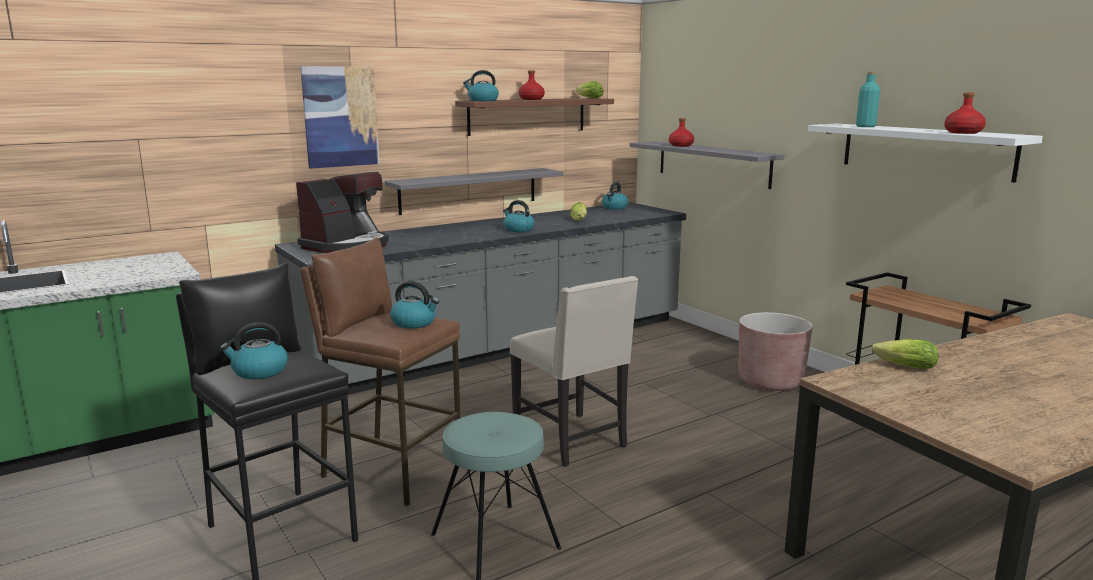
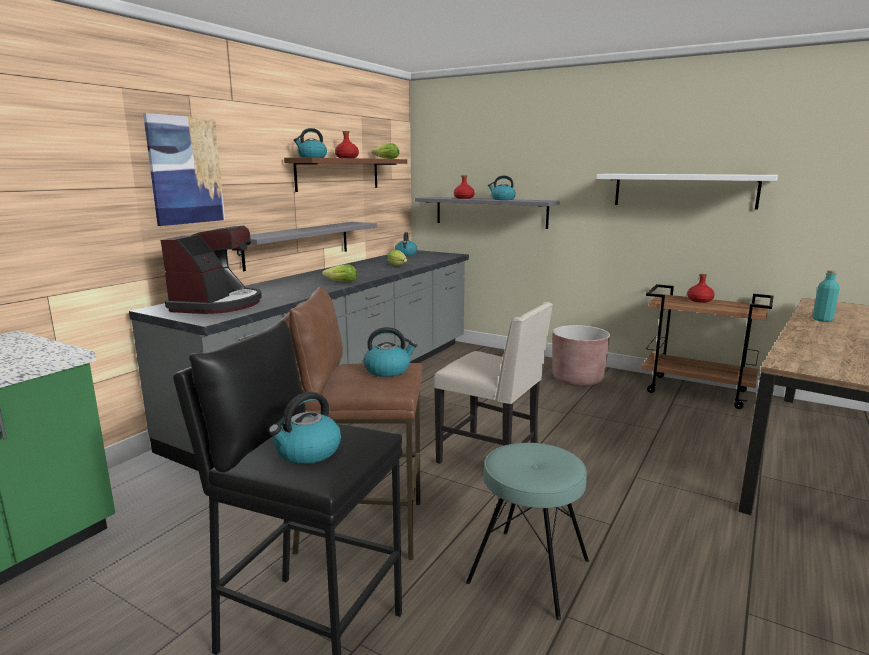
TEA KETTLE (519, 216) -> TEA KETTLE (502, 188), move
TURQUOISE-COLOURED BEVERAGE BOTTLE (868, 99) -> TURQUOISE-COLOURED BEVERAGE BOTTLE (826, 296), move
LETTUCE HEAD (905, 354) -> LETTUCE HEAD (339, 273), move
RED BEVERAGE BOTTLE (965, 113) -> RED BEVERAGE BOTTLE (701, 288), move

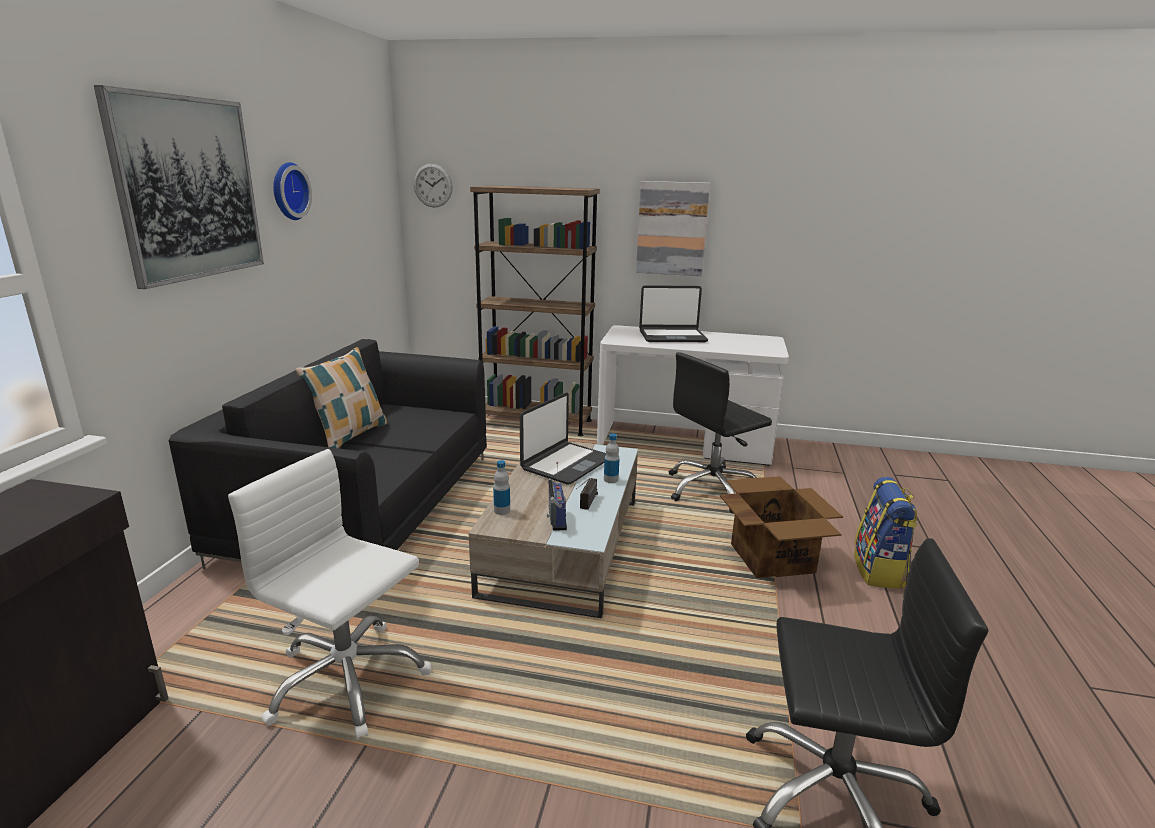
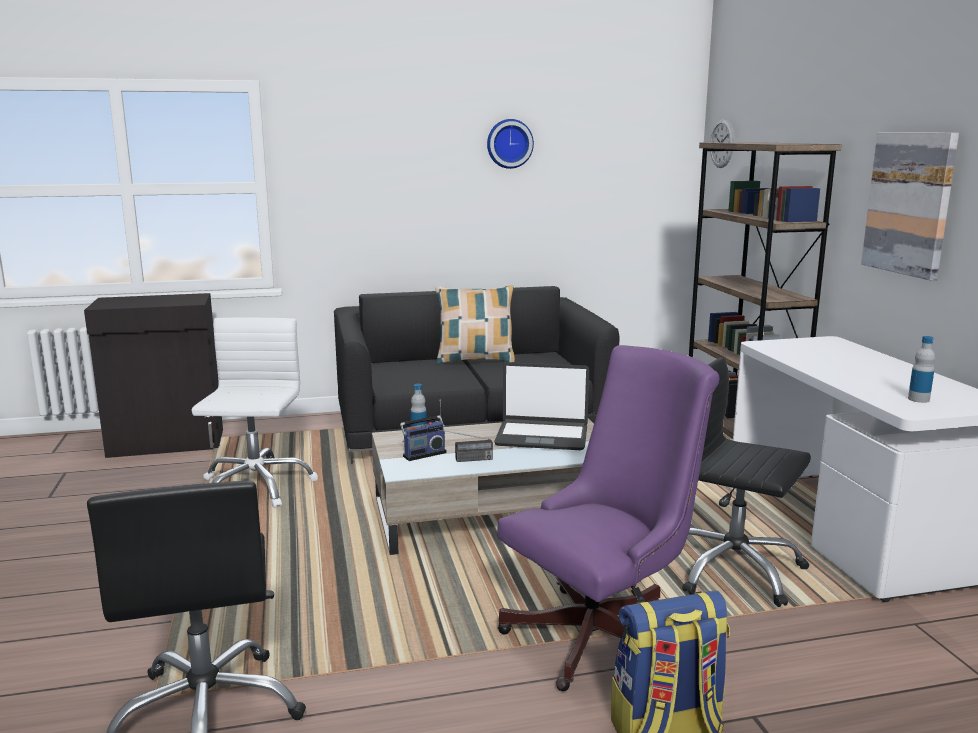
PICTURE (179, 187) -> none
PORTABLE COMPUTER (673, 313) -> none
BEVERAGE BOTTLE (611, 458) -> BEVERAGE BOTTLE (921, 369), move
PACKING BOX (781, 527) -> PURPLE OFFICE CHAIR (608, 518)

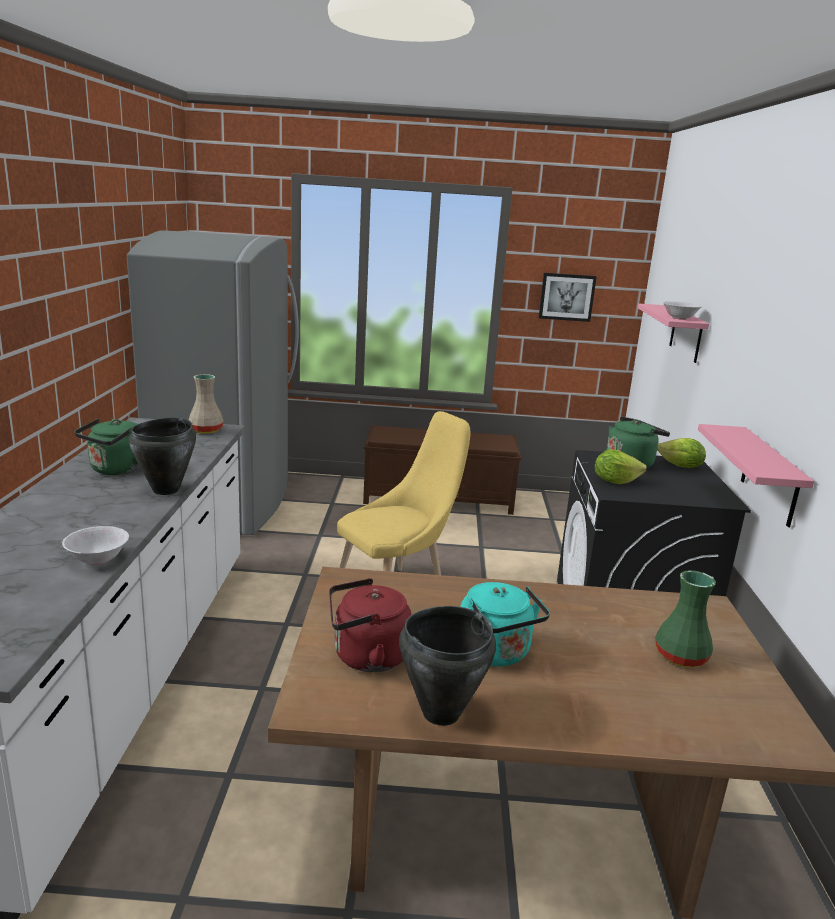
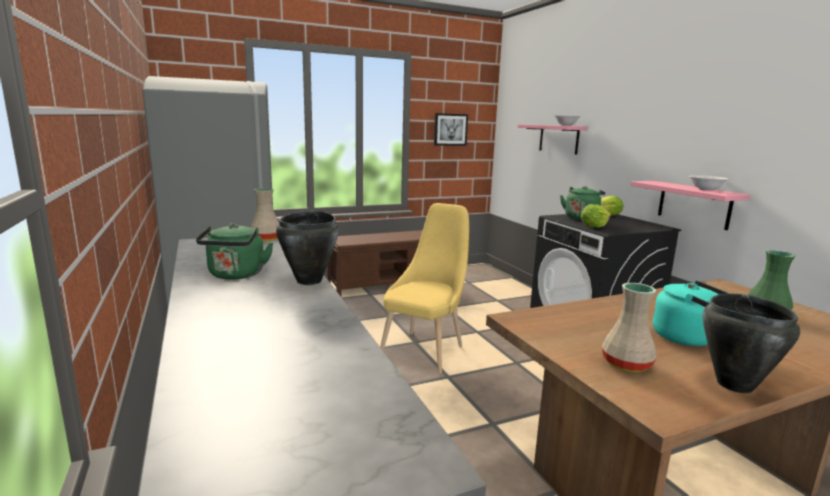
WHITISH SERVING BOWL (95, 545) -> WHITISH SERVING BOWL (708, 183), move
RED TEA KETTLE (370, 625) -> BEIGE-COLOURED FLOWER VASE (629, 327)

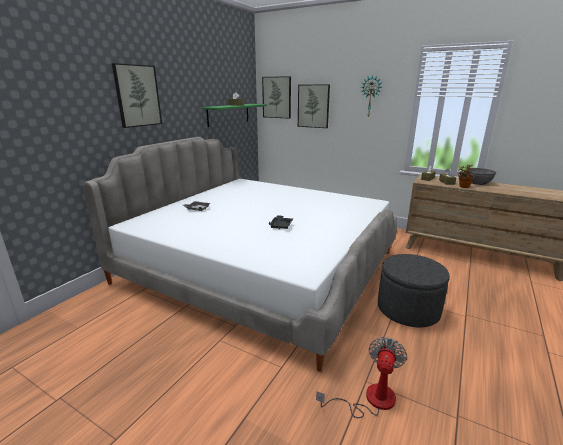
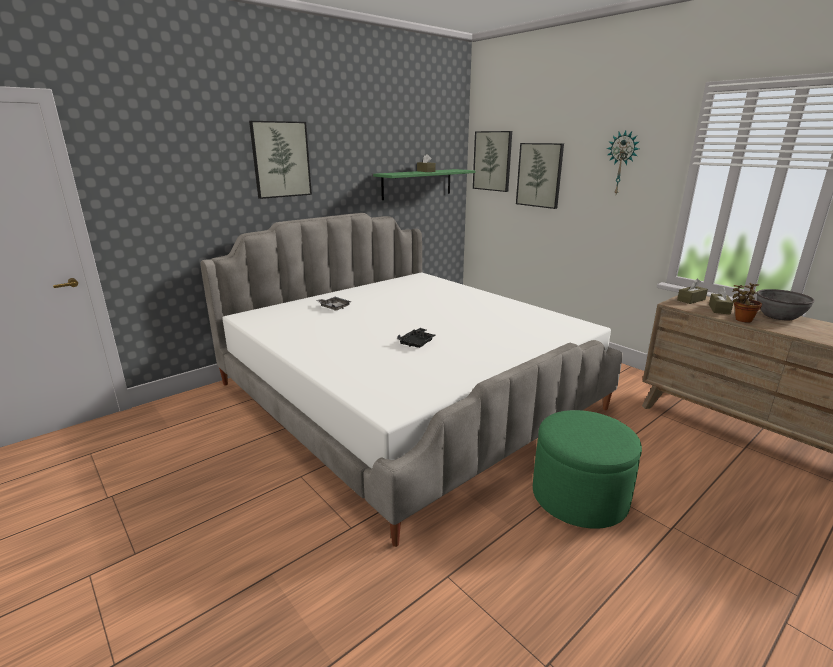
FAN (361, 377) -> none
GREYISH FOOTREST (414, 290) -> GREEN FOOTREST (587, 469)

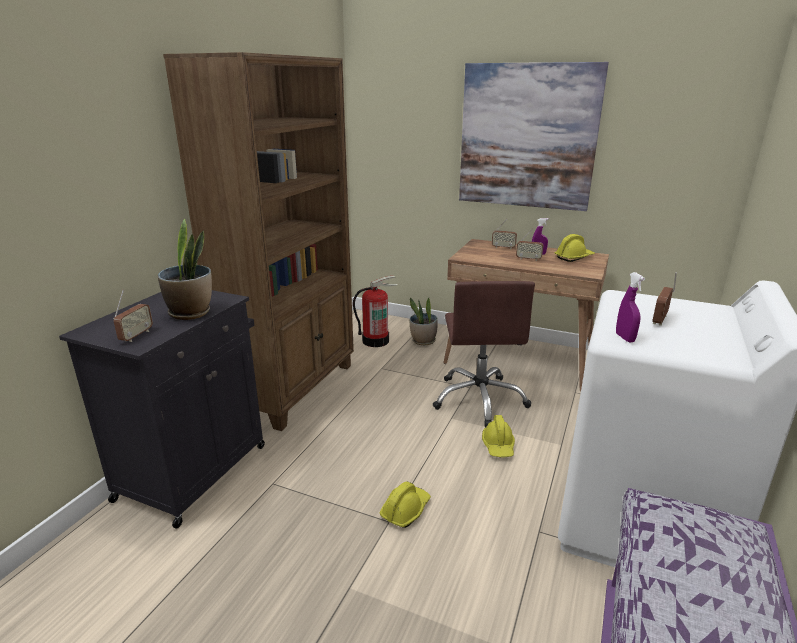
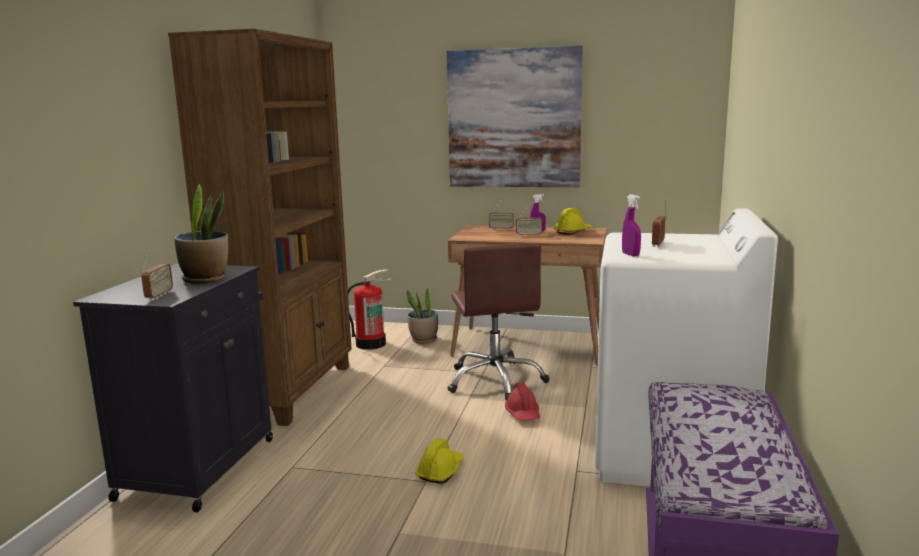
YELLOWISH HARD HAT (498, 436) -> RED HARD HAT (522, 401)

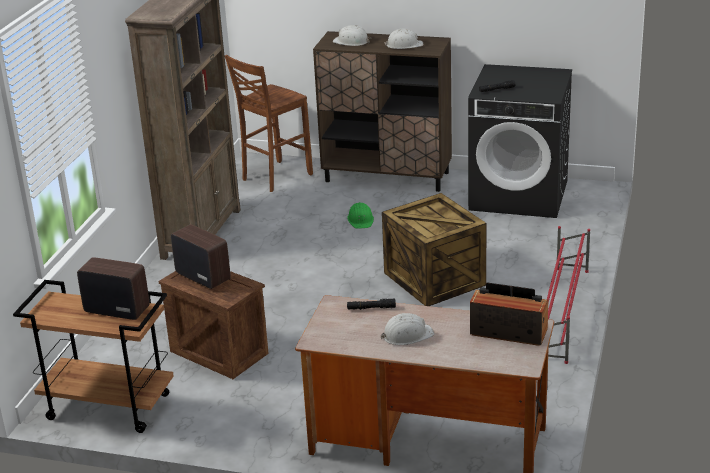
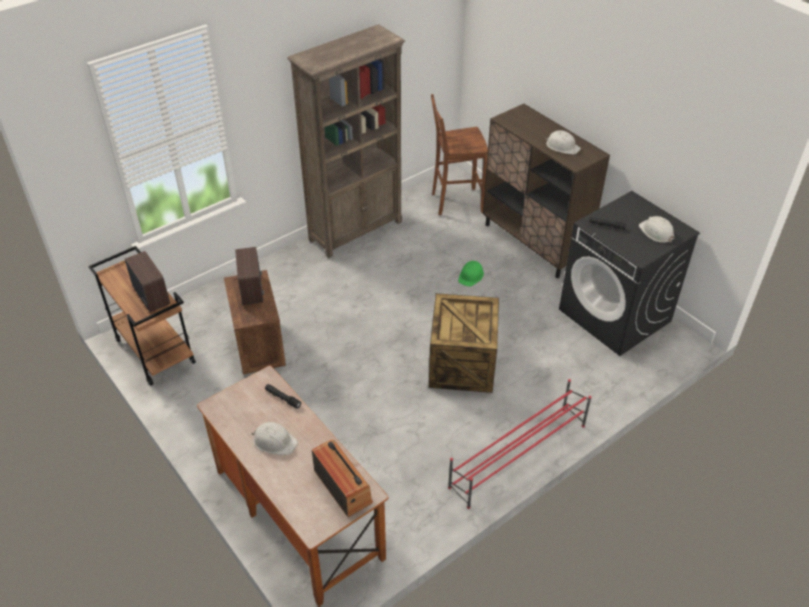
WHITISH HARD HAT (352, 35) -> WHITISH HARD HAT (657, 229), move

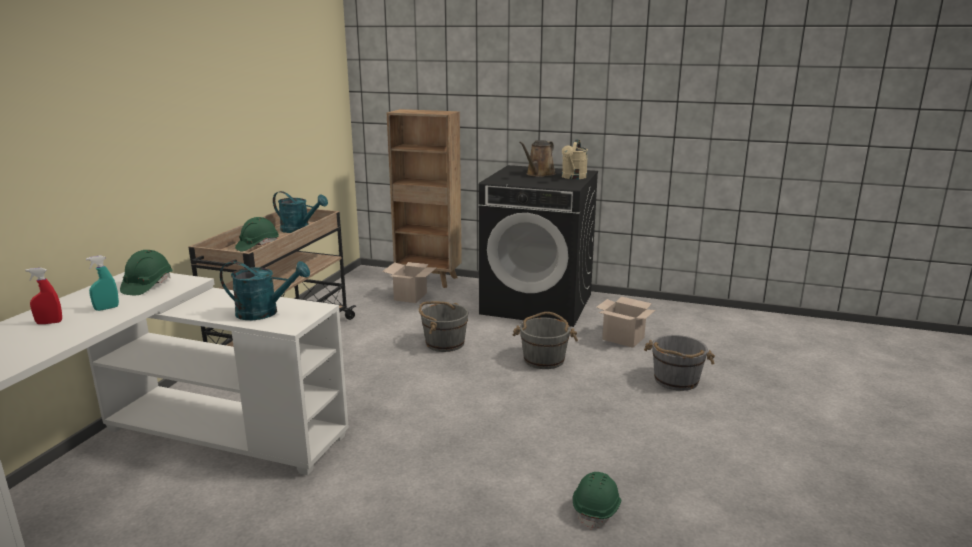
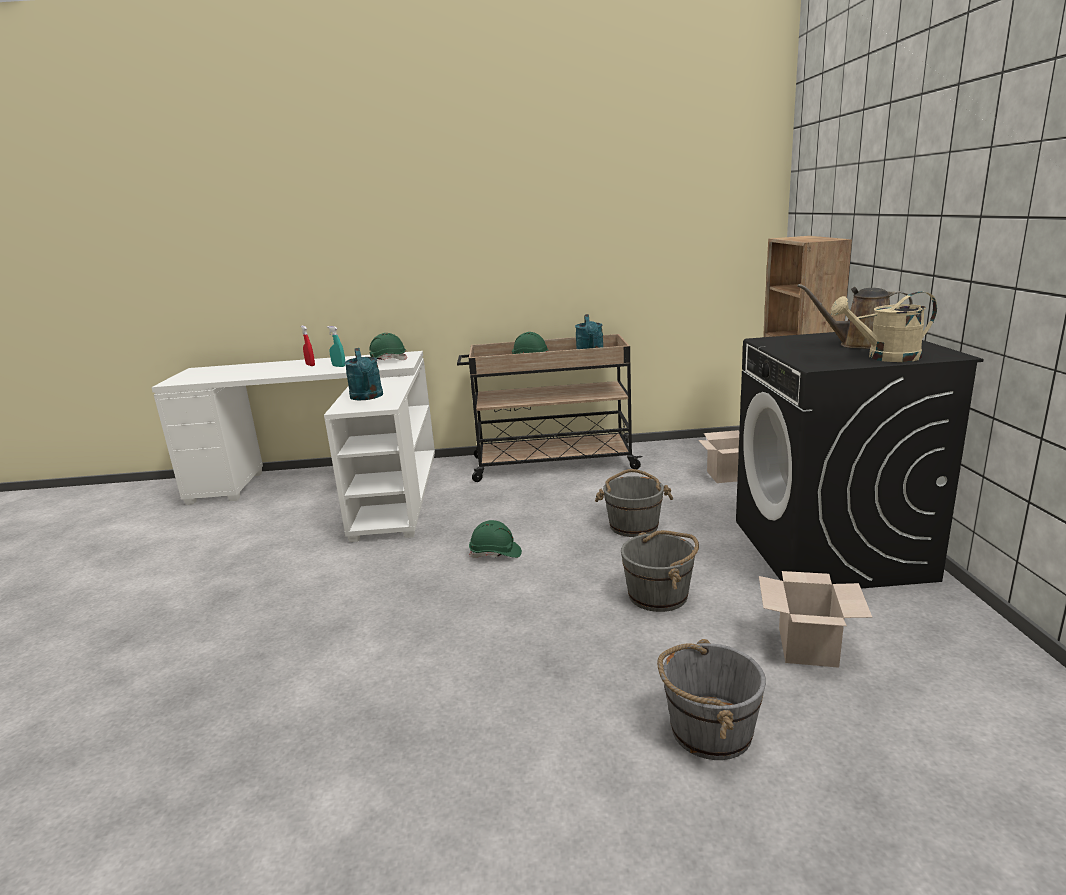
GREEN HARD HAT (597, 501) -> GREEN HARD HAT (495, 539), move

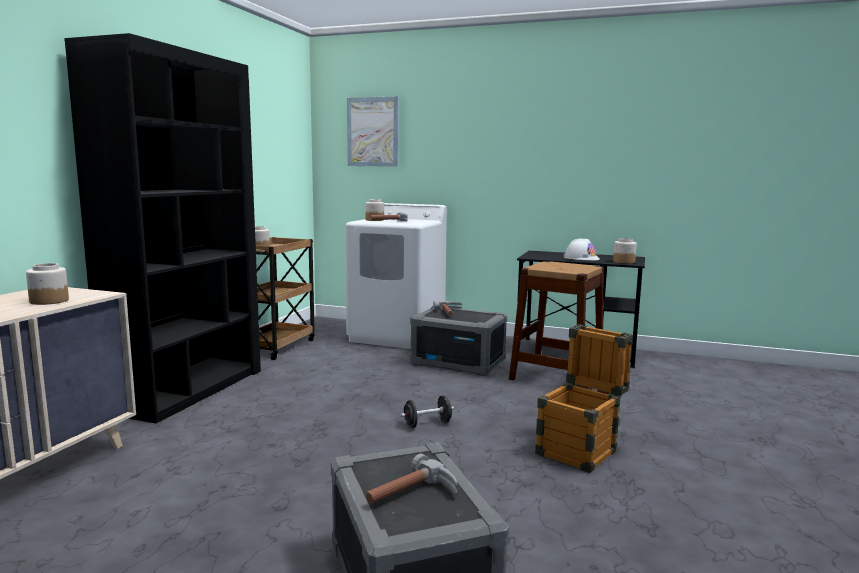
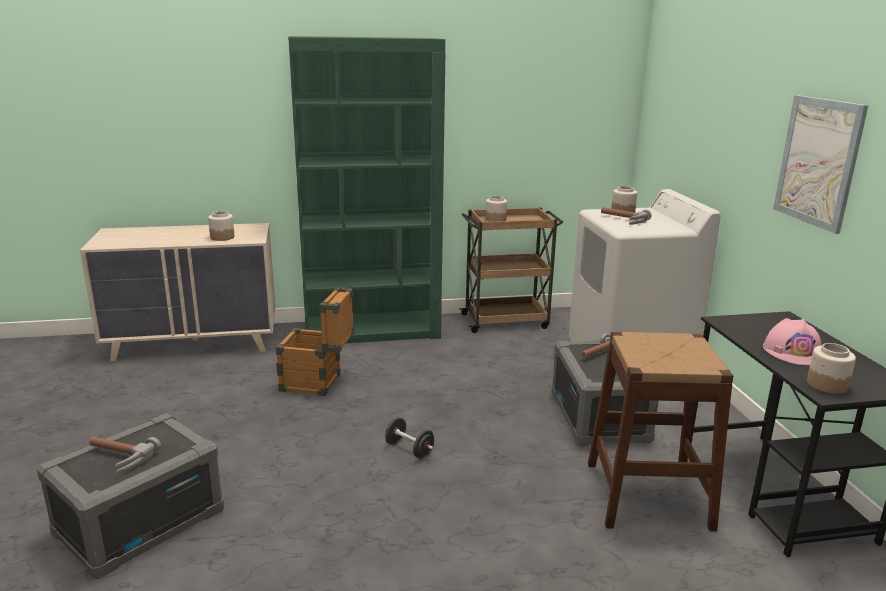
PICTURE (373, 131) -> PICTURE (820, 164), move
PACKING CRATE (584, 398) -> PACKING CRATE (315, 341), move
BLACKISH SHELVING UNIT (162, 228) -> GREEN SHELVING UNIT (366, 189)
WHITISH HARD HAT (582, 249) -> PINK-COLOURED HARD HAT (792, 341)

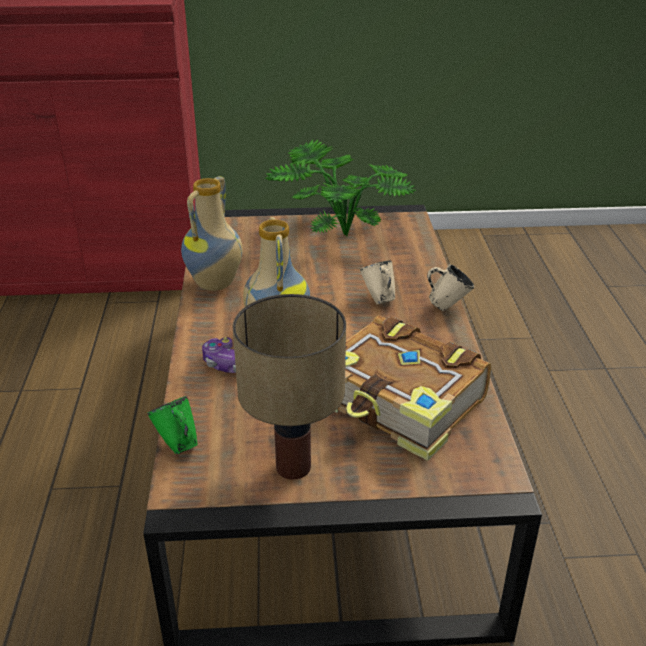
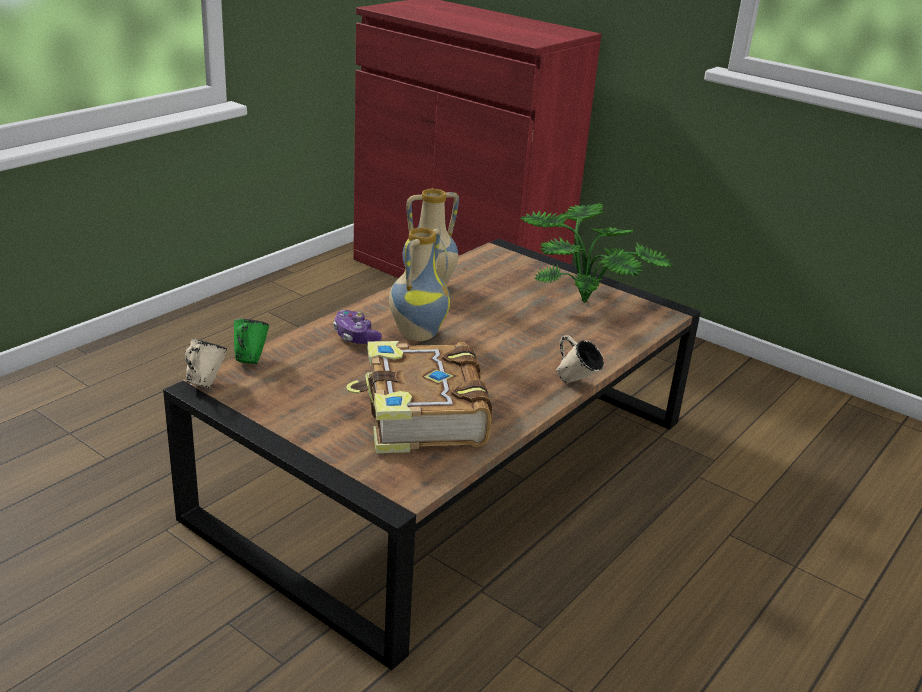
LAMP FOR A TABLE (289, 386) -> none
BEIGE-COLOURED TEA MUG (377, 282) -> BEIGE-COLOURED TEA MUG (206, 363), move

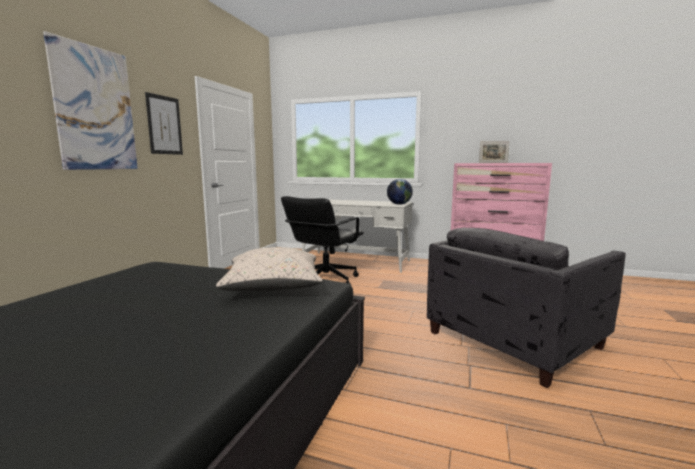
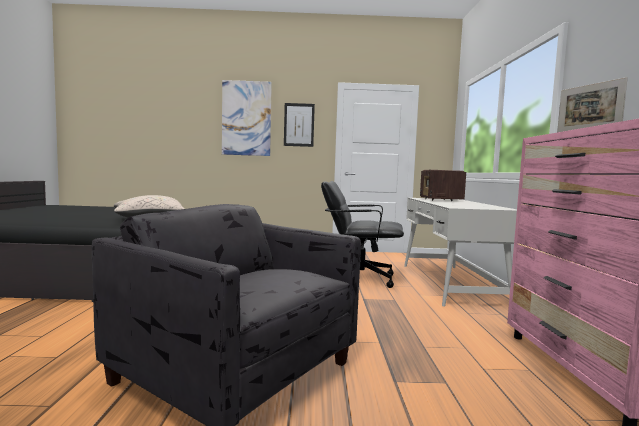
WORLD GLOBE (400, 192) -> none
none -> RADIO RECEIVER (443, 185)

